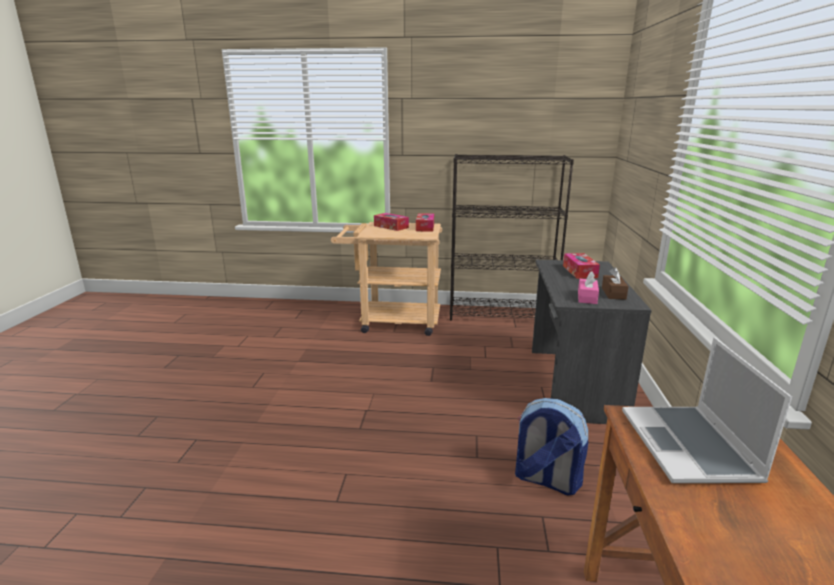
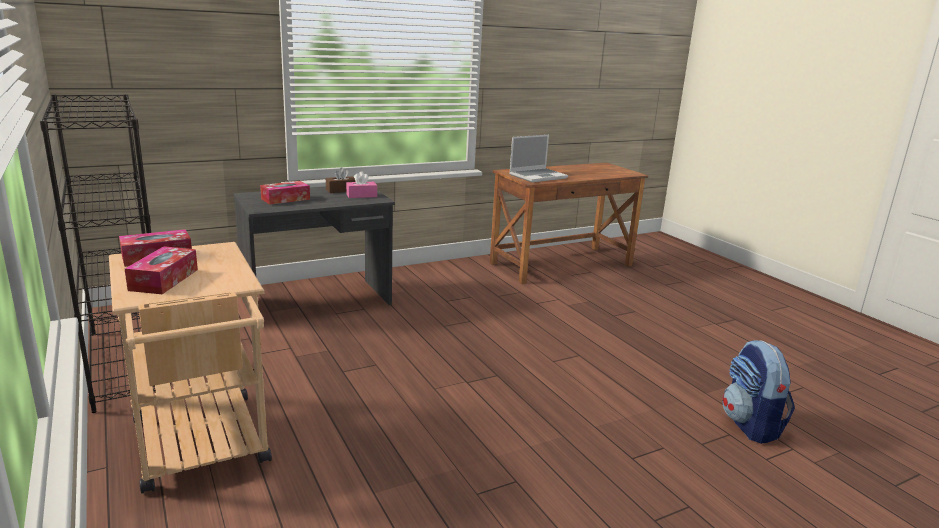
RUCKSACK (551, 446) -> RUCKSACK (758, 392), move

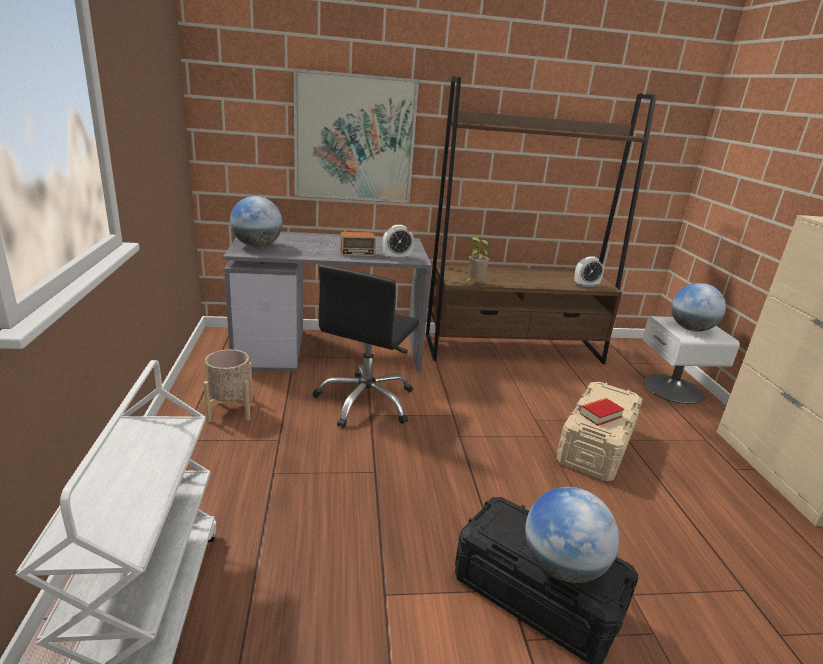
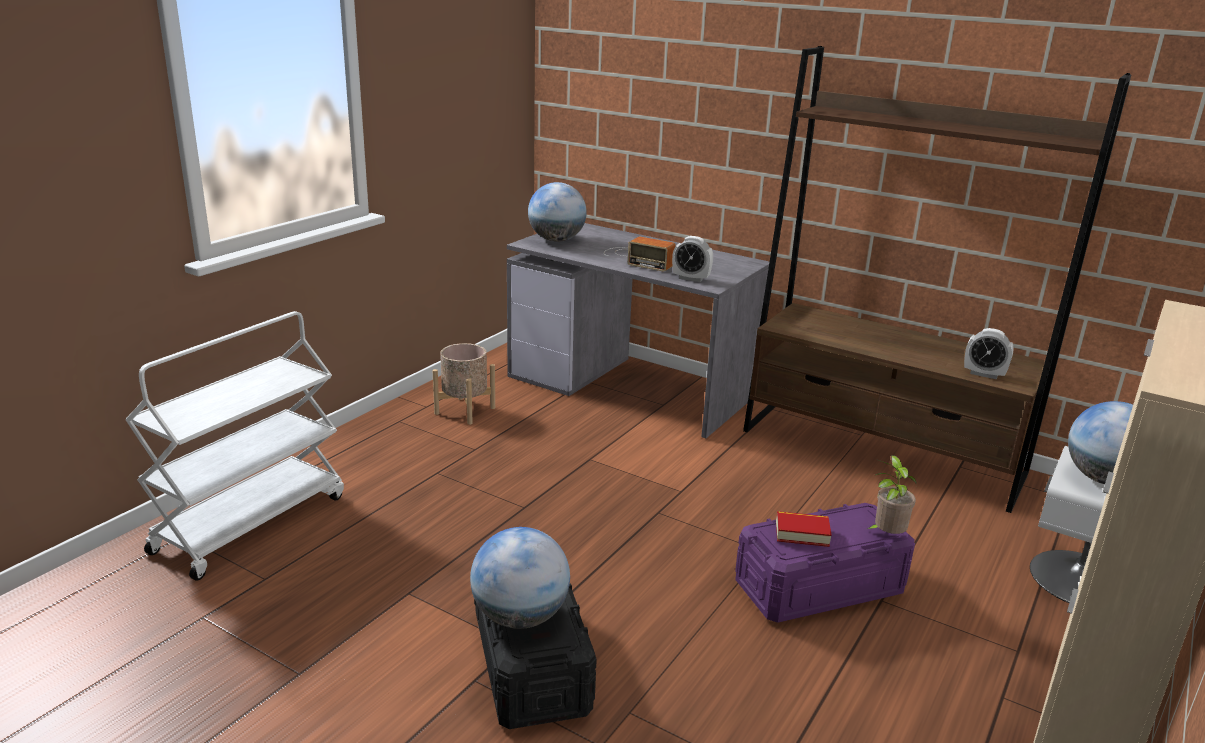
PICTURE (356, 136) -> none
BLACKISH OFFICE CHAIR (366, 346) -> none
HOUSEPLANT (478, 259) -> HOUSEPLANT (892, 494), move
BEIGE-COLOURED STORAGE BIN (600, 431) -> PURPLE STORAGE BIN (825, 563)

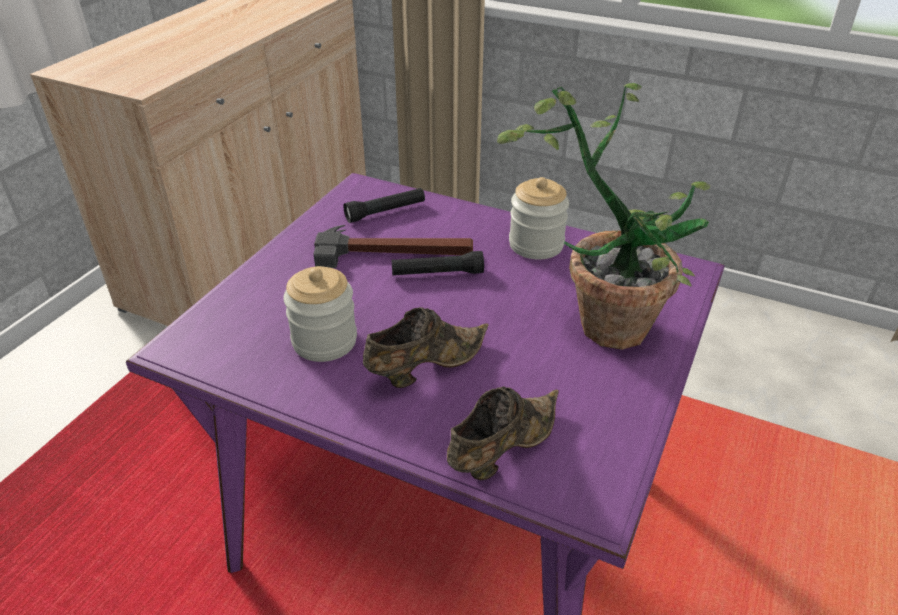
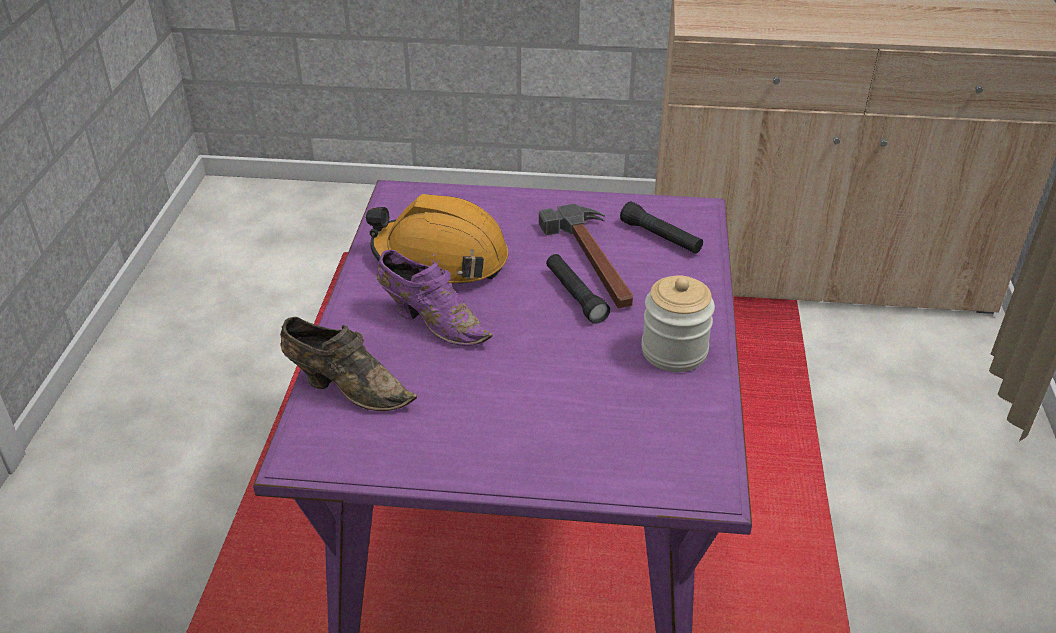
HOUSEPLANT (604, 216) -> none
STORAGE JAR (320, 314) -> ORANGEY HARD HAT (437, 238)
BROWN-COLOURED LOW SHOE (425, 347) -> PURPLE LOW SHOE (434, 298)

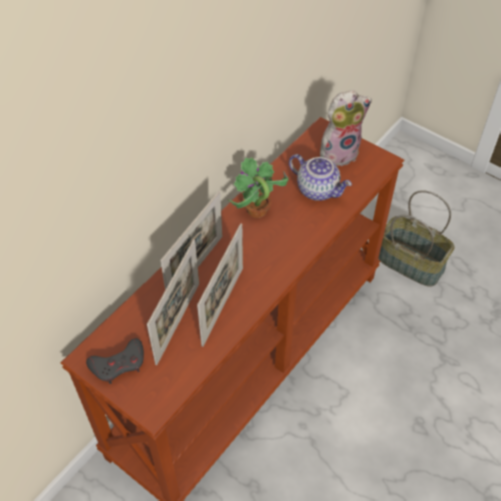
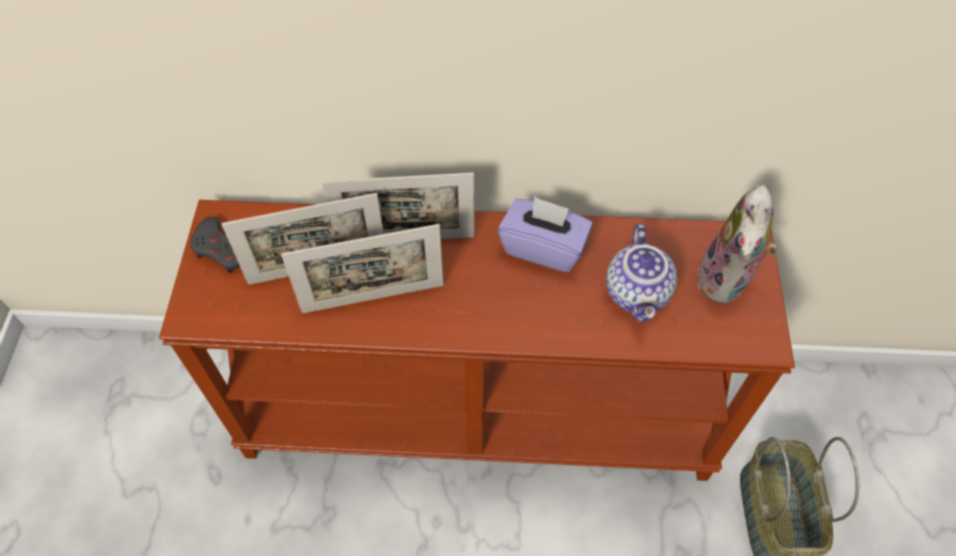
HOUSEPLANT (258, 188) -> PURPLE TISSUE HOLDER (545, 234)
PLUSH TOY (346, 128) -> PLUSH TOY (737, 244), 75 degrees clockwise

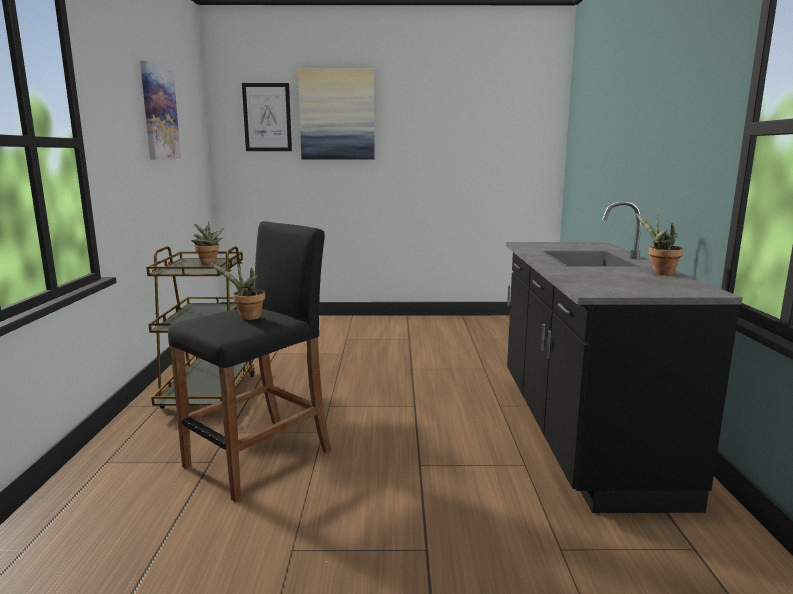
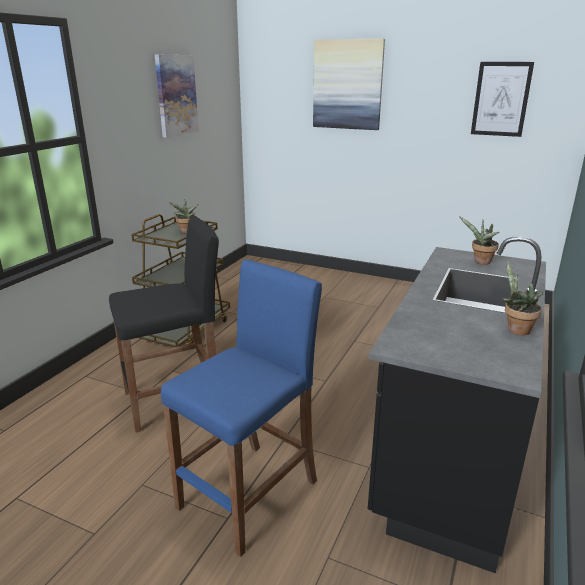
none -> BLUE STOOL SEAT (241, 408)
HOUSEPLANT (237, 291) -> HOUSEPLANT (479, 240), move
PICTURE (267, 117) -> PICTURE (502, 99), move

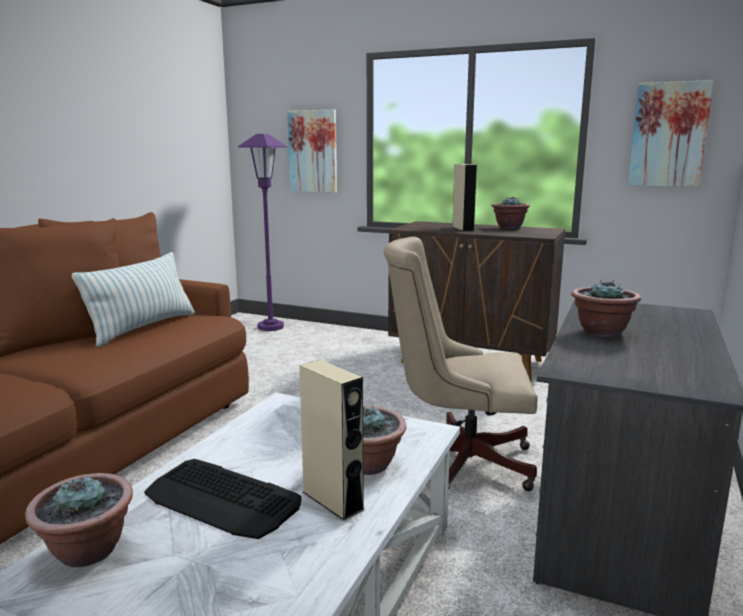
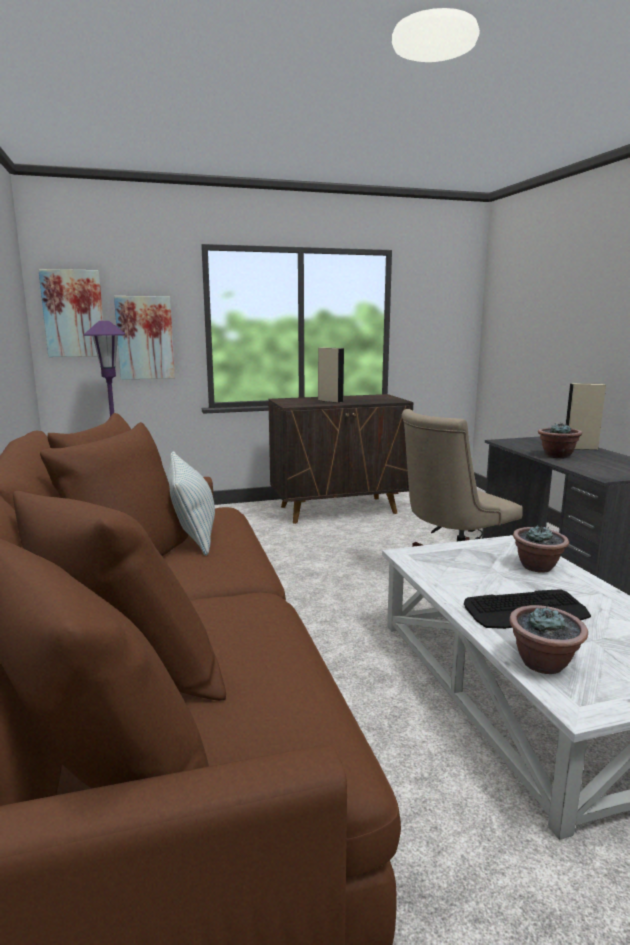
HOUSEPLANT (510, 213) -> none
BEIGE-COLOURED SPEAKER (332, 440) -> BEIGE-COLOURED SPEAKER (586, 416), move
PICTURE (671, 133) -> PICTURE (70, 313), move

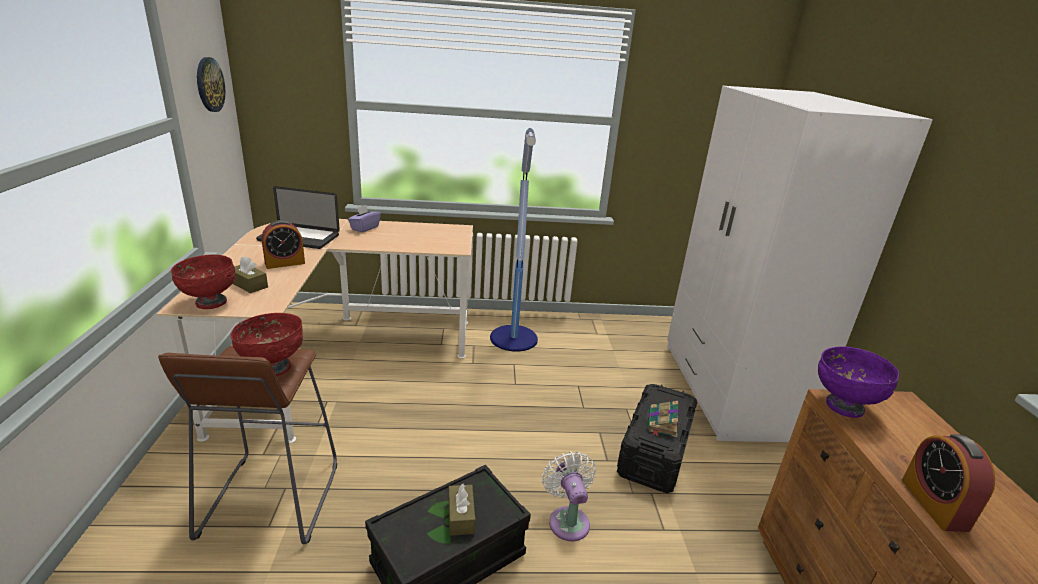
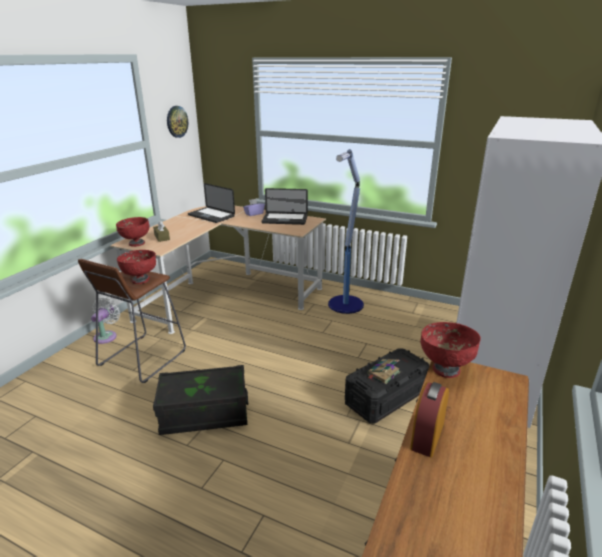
ALARM CLOCK (283, 244) -> none
BROWN-COLOURED TISSUE HOLDER (462, 509) -> none
none -> PORTABLE COMPUTER (285, 206)
WHITISH FAN (569, 496) -> WHITISH FAN (105, 321), move
PURPLE SERVING BOWL (858, 382) -> RED SERVING BOWL (451, 350)

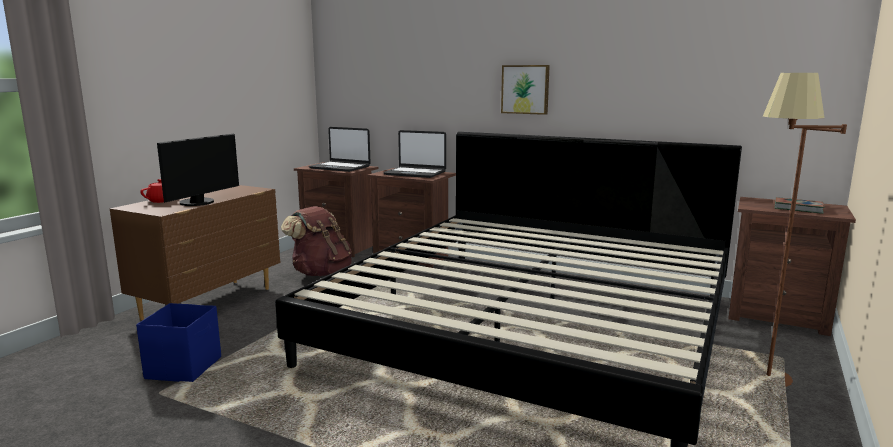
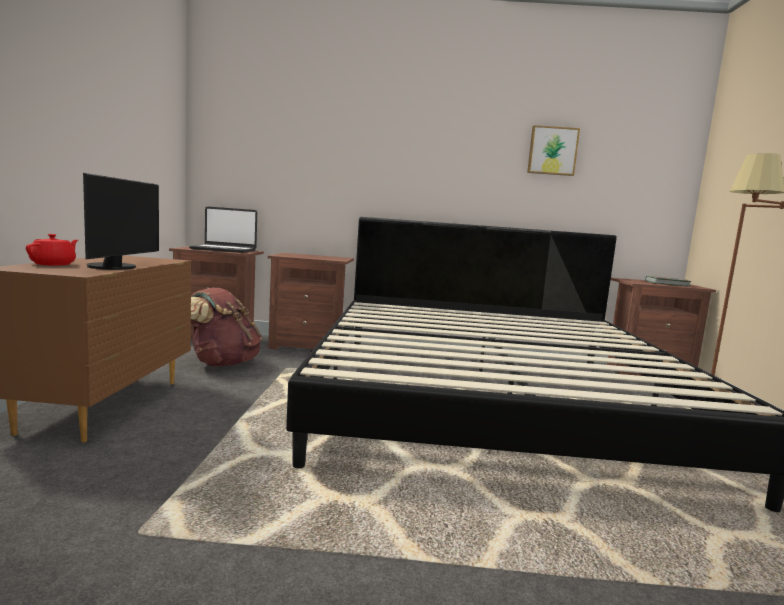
BLUE STORAGE BIN (178, 342) -> none
PORTABLE COMPUTER (414, 154) -> none
PICTURE (525, 90) -> PICTURE (553, 150), move

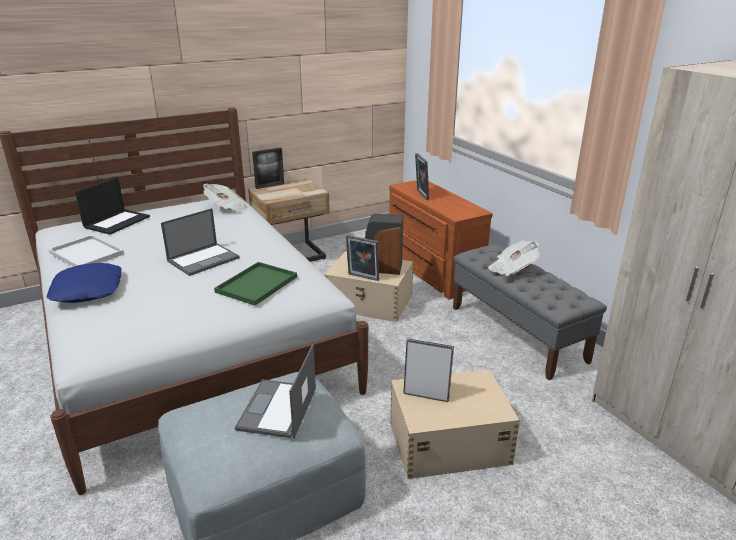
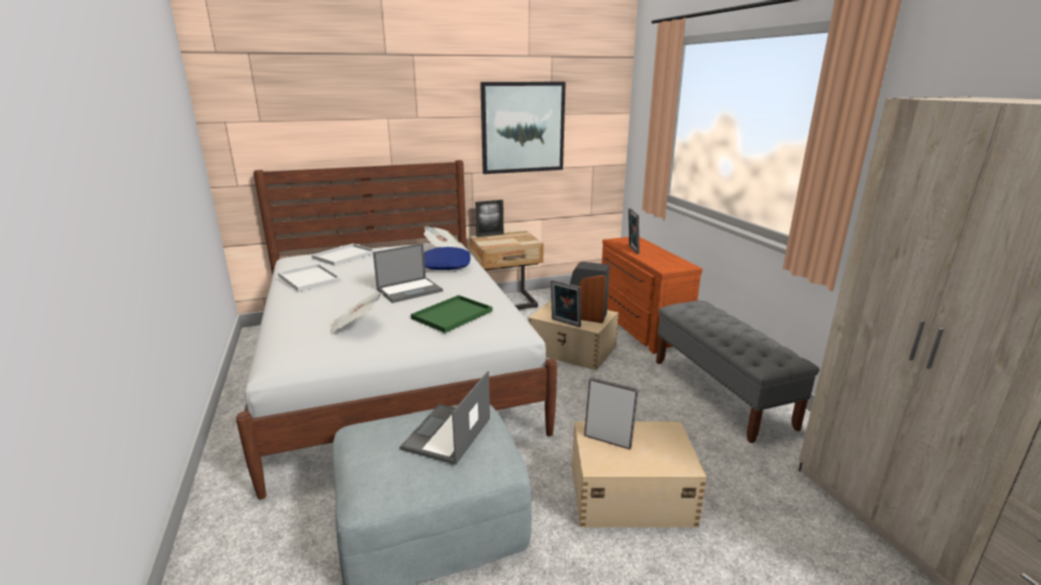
none -> PICTURE (523, 128)
BLUE THROW PILLOW (84, 283) -> BLUE THROW PILLOW (447, 258), move
NEWSPAPER (514, 258) -> NEWSPAPER (356, 312), move
PORTABLE COMPUTER (112, 206) -> WHITISH TRAY (343, 254)

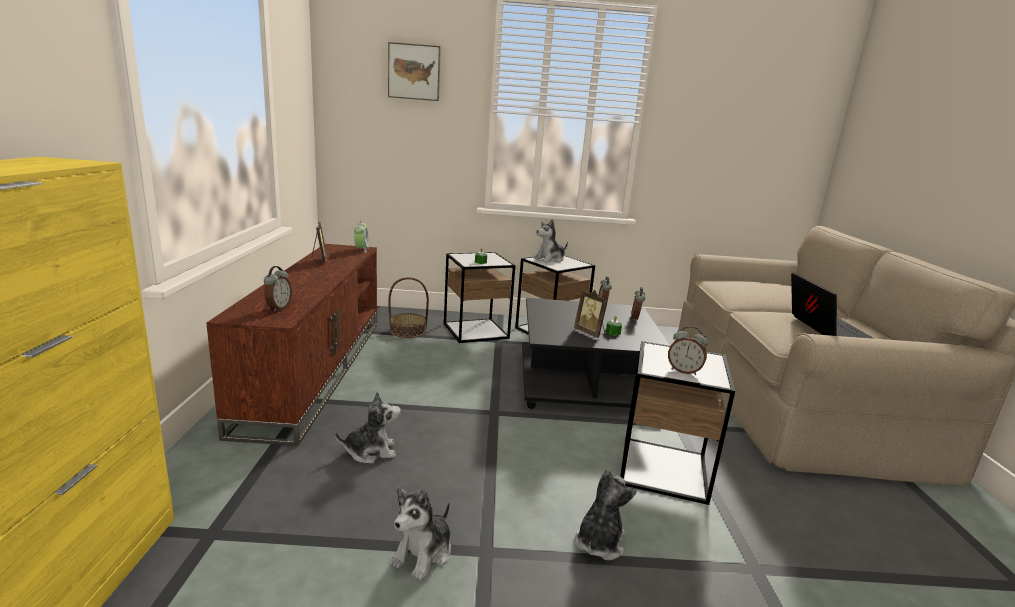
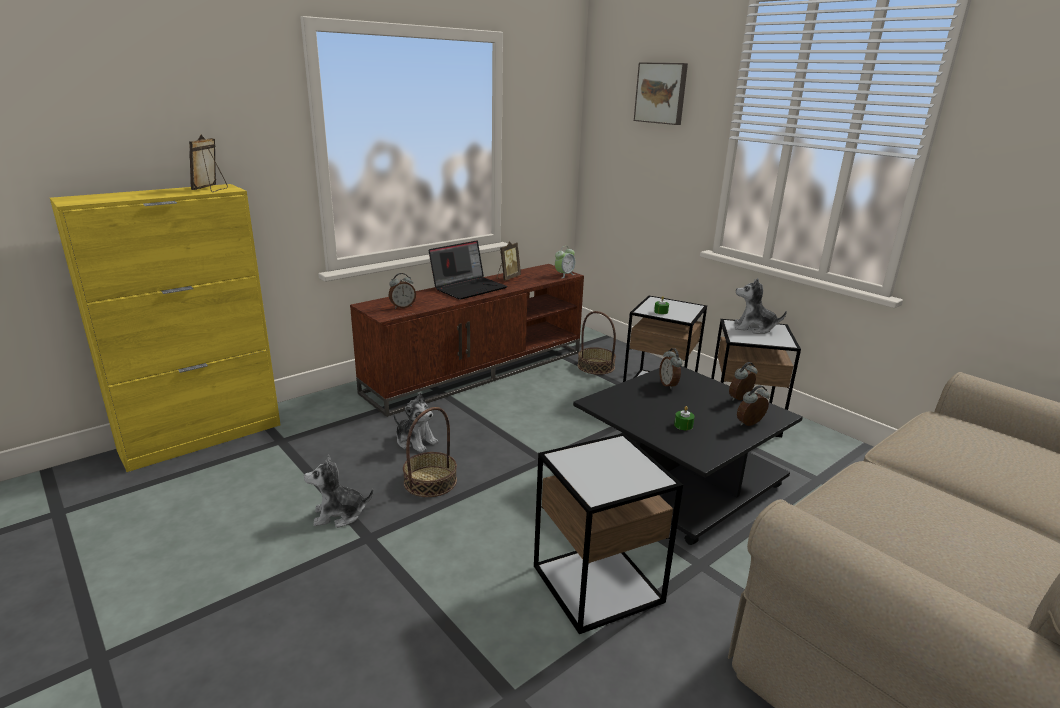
PLUSH TOY (606, 515) -> none
none -> STORAGE BASKET (430, 452)
PICTURE FRAME (591, 314) -> PICTURE FRAME (208, 163), move
ALARM CLOCK (688, 350) -> ALARM CLOCK (671, 368), move
PORTABLE COMPUTER (833, 305) -> PORTABLE COMPUTER (467, 270), move

